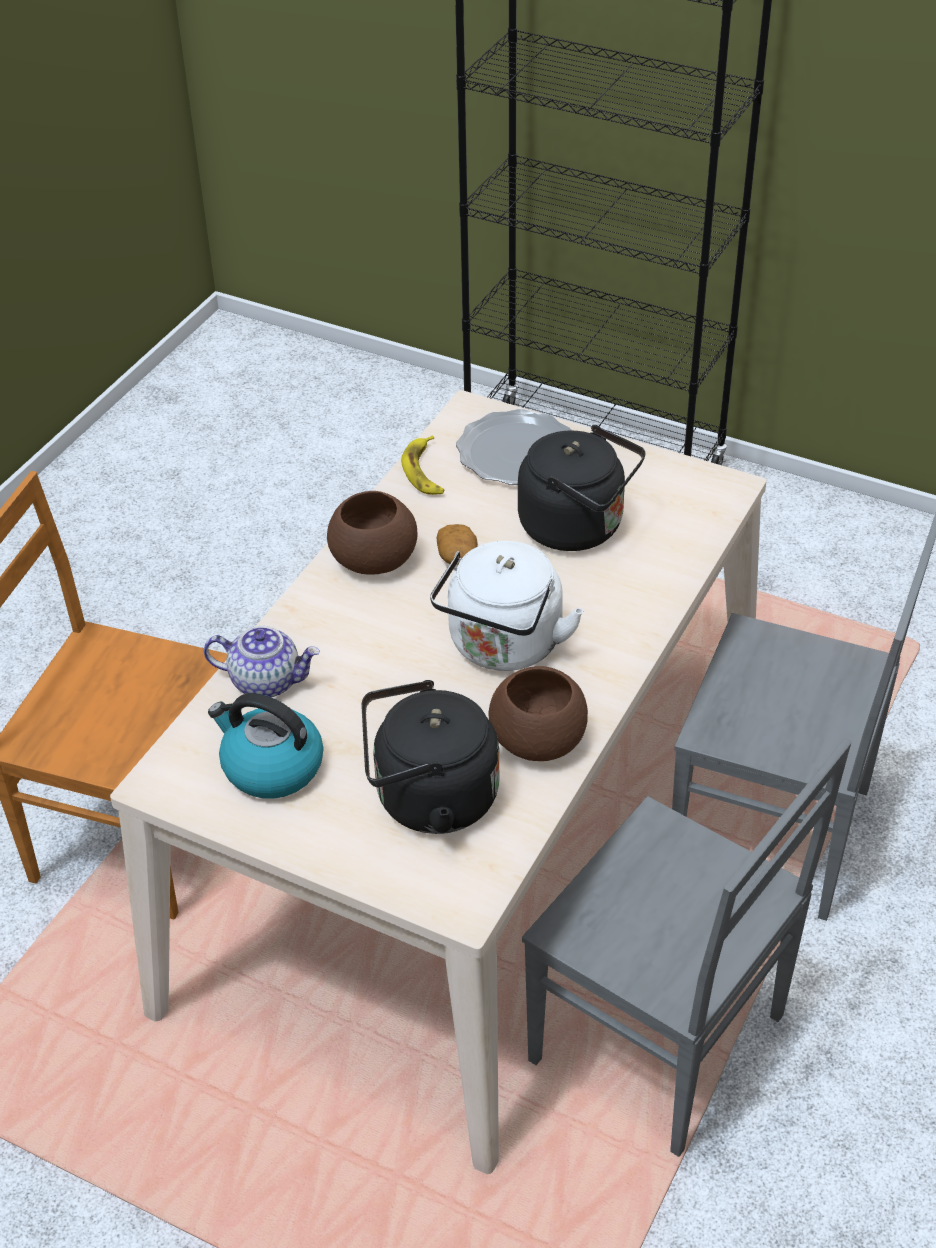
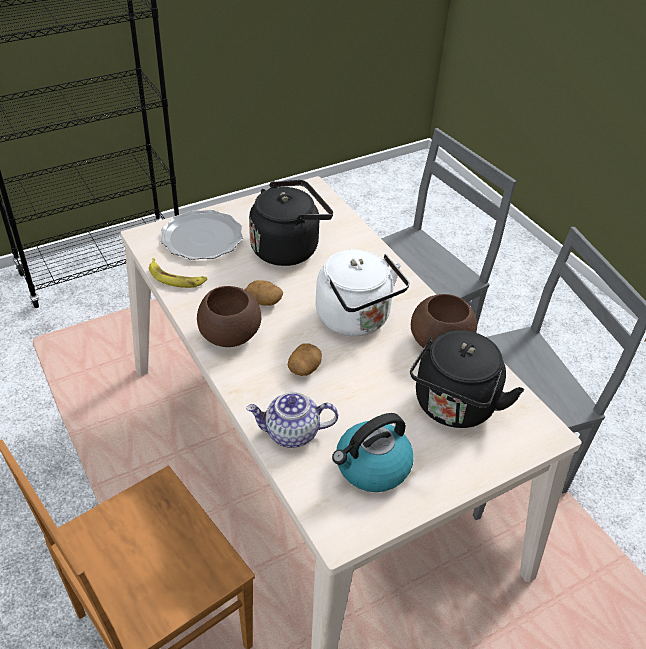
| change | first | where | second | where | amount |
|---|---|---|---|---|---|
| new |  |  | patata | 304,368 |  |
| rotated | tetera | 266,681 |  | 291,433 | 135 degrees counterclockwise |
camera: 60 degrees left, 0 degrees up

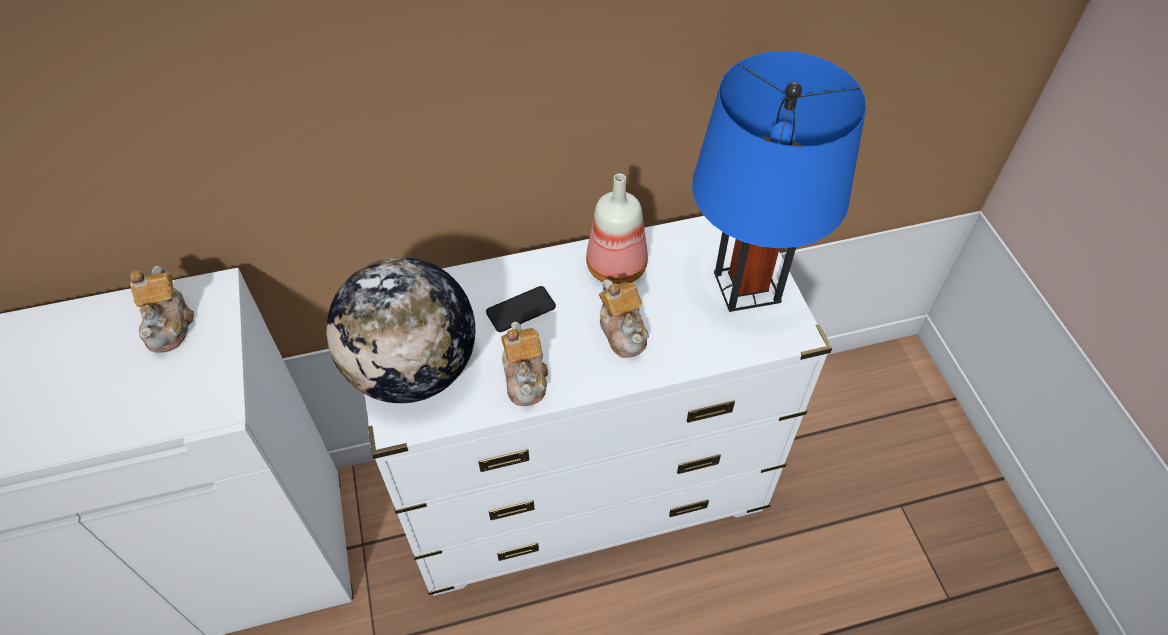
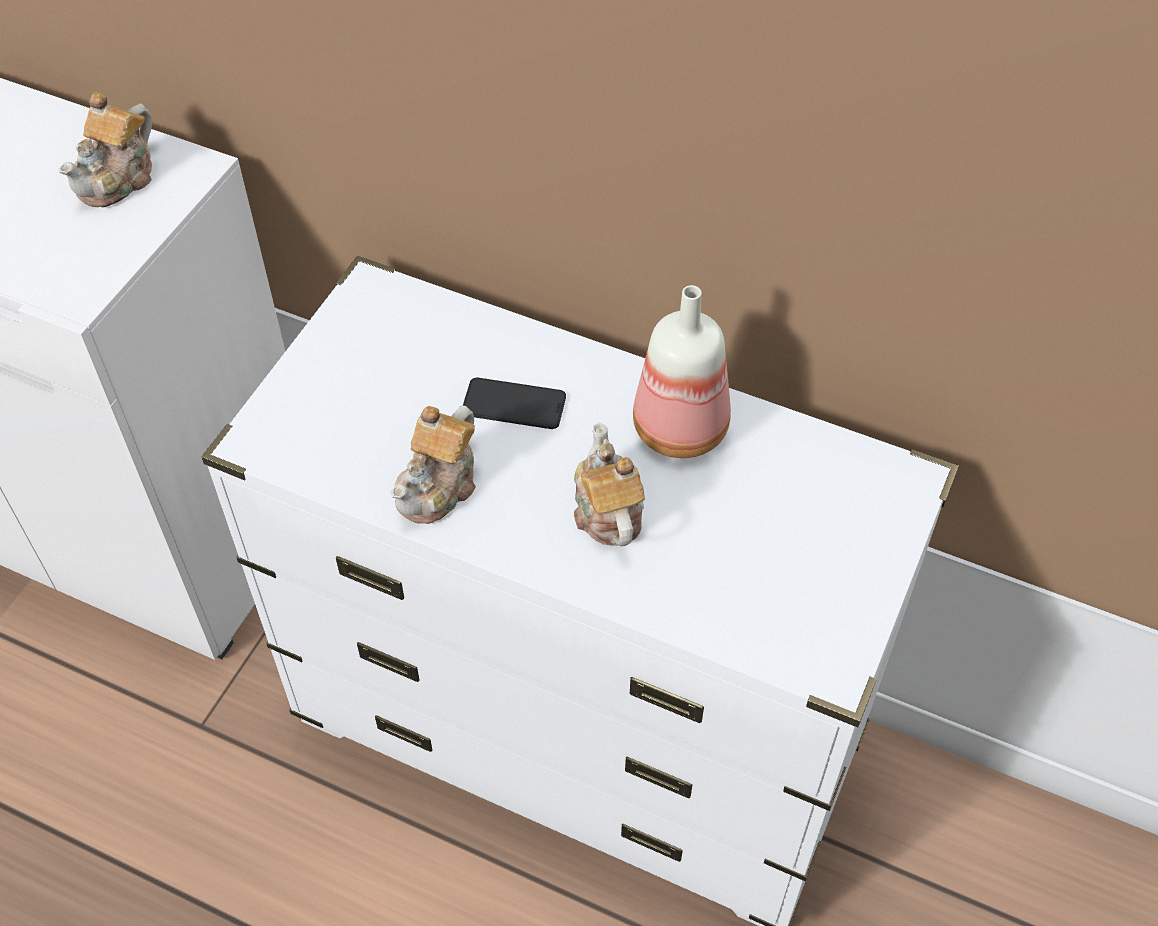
| change | first | where | second | where | amount |
|---|---|---|---|---|---|
| gone | globo terráqueo | 413,370 |  |  |  |
| gone | lámpara de mesa (azul) | 746,287 |  |  |  |
| rotated | tetera | 623,331 |  | 607,511 | 150 degrees clockwise |
camera: 40 degrees right, 0 degrees up

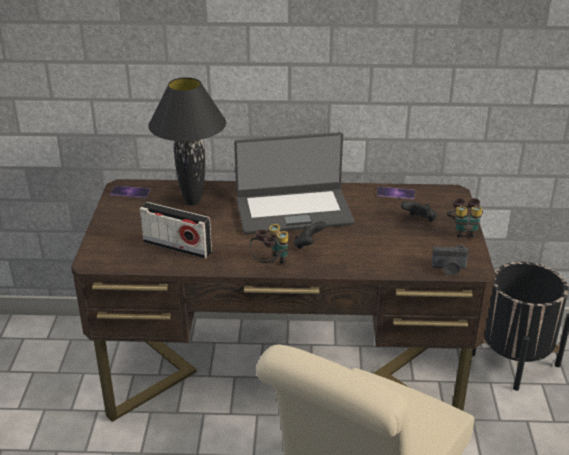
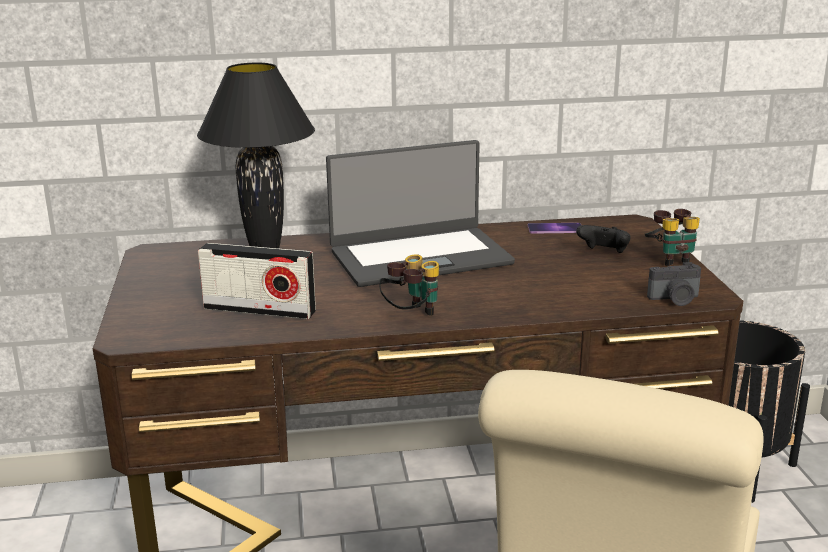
| change | first | where | second | where | amount |
|---|---|---|---|---|---|
| gone | móvil | 130,192 |  |  |  |
| gone | mando de consola (negro) | 308,245 |  |  |  |
camera: 10 degrees left, 10 degrees down

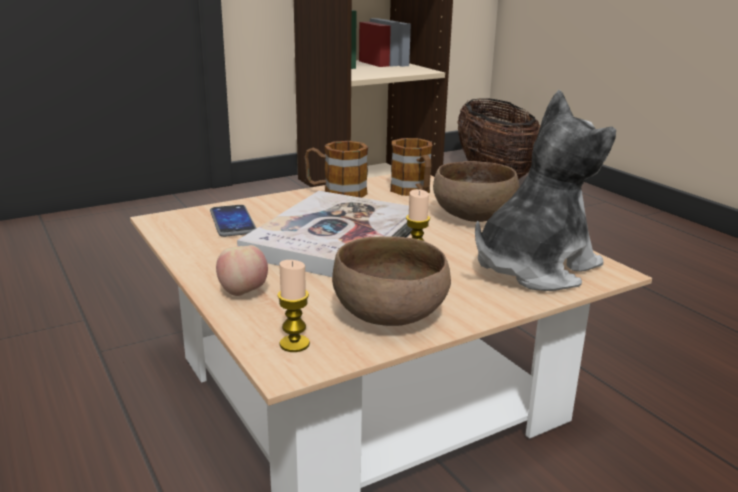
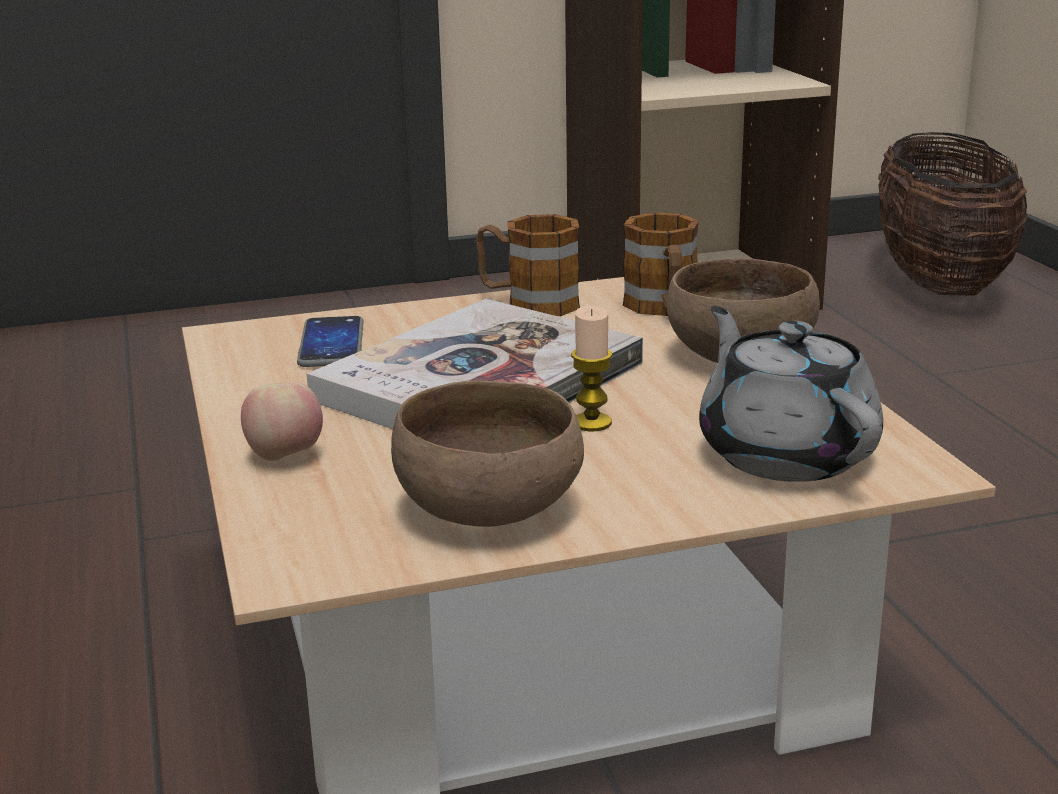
| change | first | where | second | where | amount |
|---|---|---|---|---|---|
| gone | vela | 294,344 |  |  |  |
| swapped | peluche | 533,268 | tetera (gris) | 785,453 |  |
camera: 15 degrees right, 0 degrees up

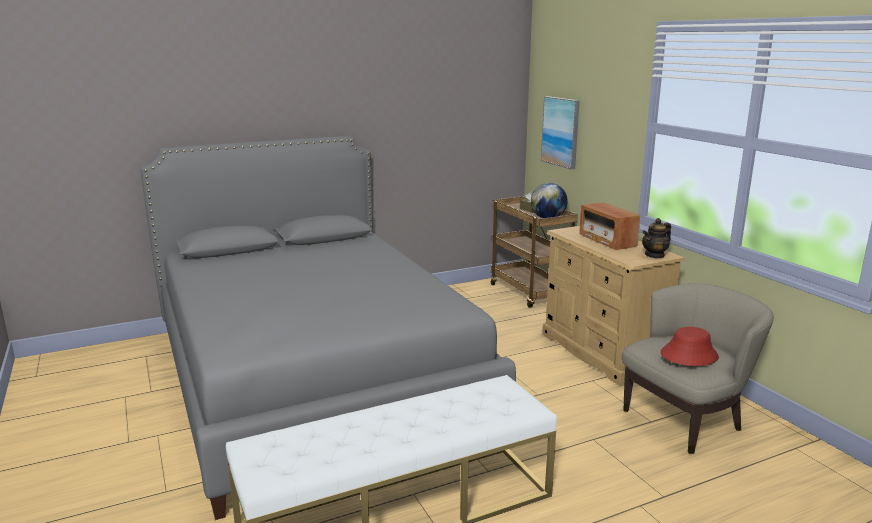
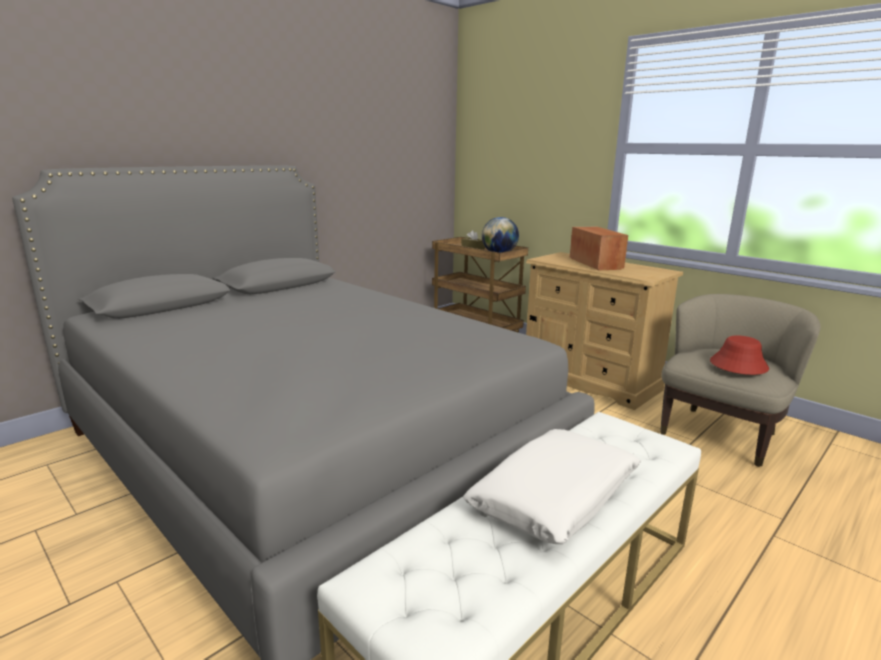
| change | first | where | second | where | amount |
|---|---|---|---|---|---|
| gone | cuadro | 561,132 |  |  |  |
| gone | tetera | 655,255 |  |  |  |
| new |  |  | cojín (blanco) | 555,497 |  |
| rotated | radio | 607,241 |  | 595,264 | 150 degrees counterclockwise |
camera: 20 degrees left, 0 degrees up

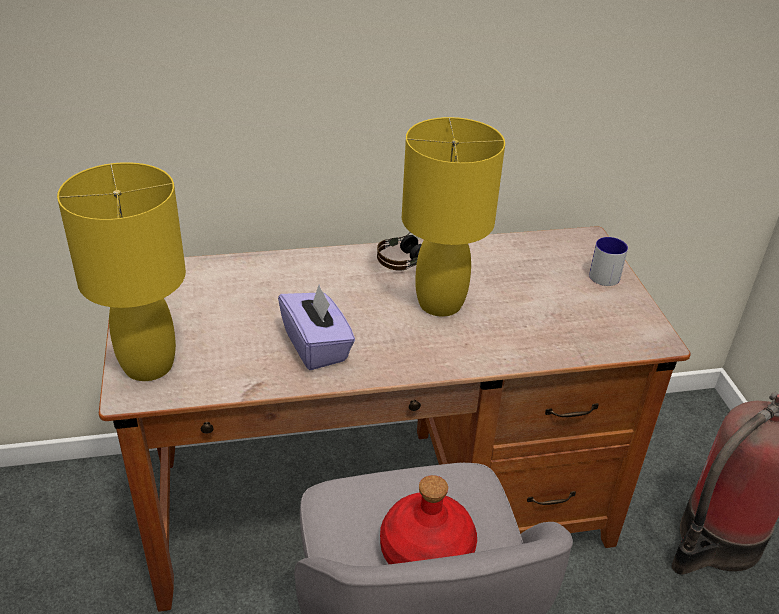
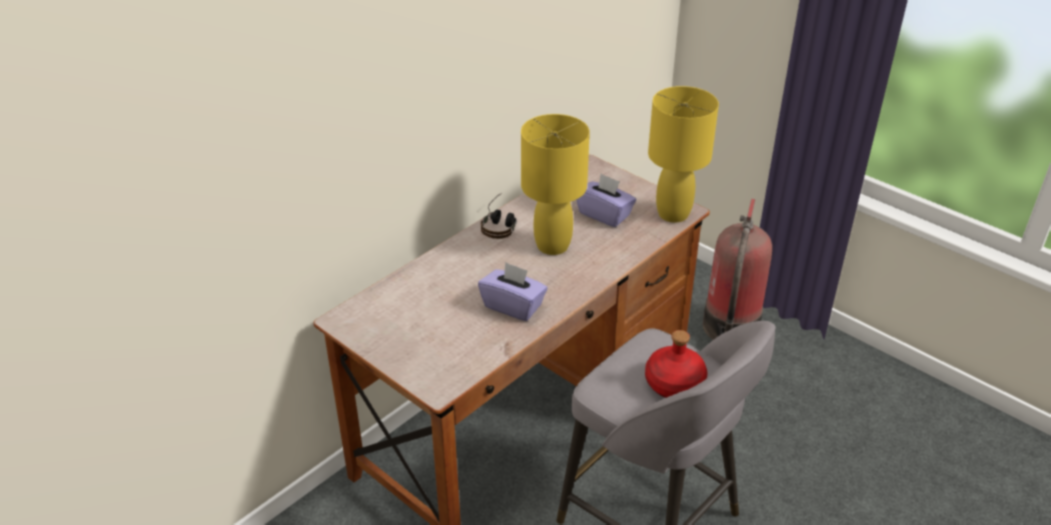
| change | first | where | second | where | amount |
|---|---|---|---|---|---|
| gone | taza grande | 607,274 |  |  |  |
| new |  |  | caja de pañuelos (morado) | 604,214 |  |
| shifted | lámpara de mesa (amarillo) | 147,365 |  | 672,214 |  |
camera: 35 degrees left, 0 degrees up

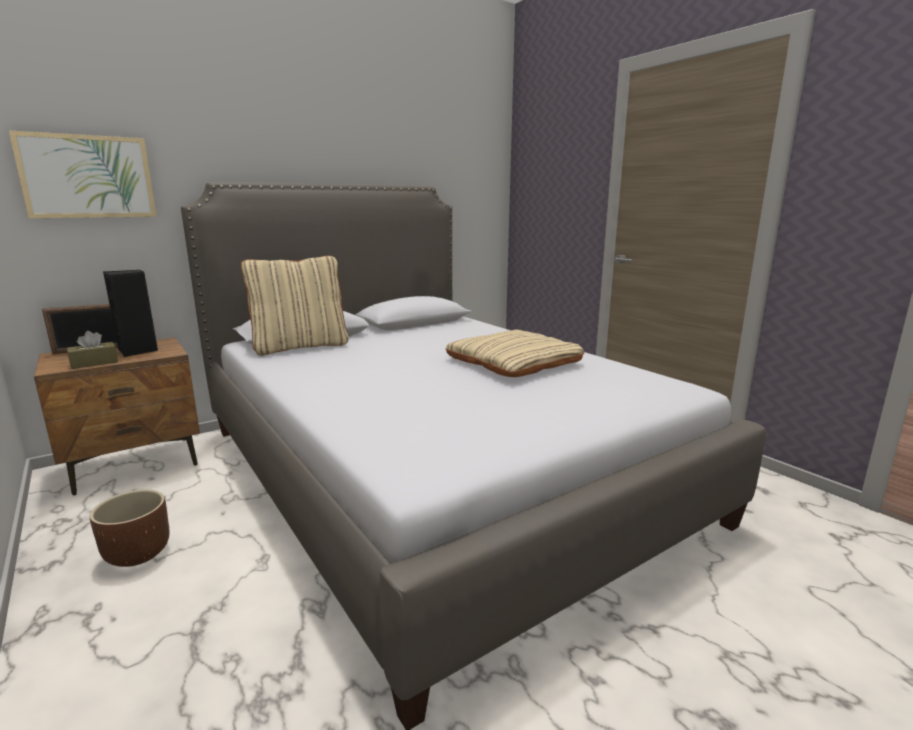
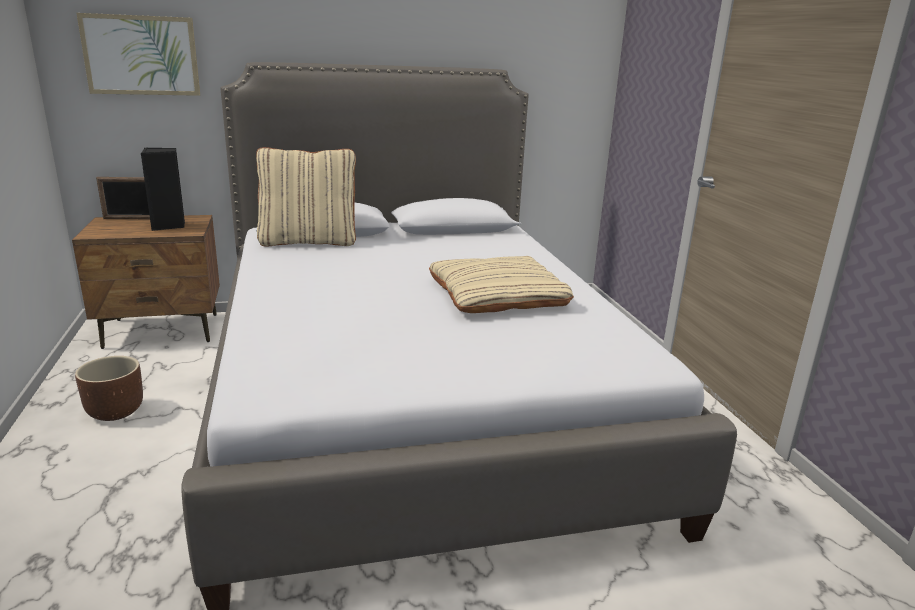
| change | first | where | second | where | amount |
|---|---|---|---|---|---|
| gone | caja de pañuelos (marrón) | 94,363 |  |  |  |
camera: 20 degrees right, 5 degrees up

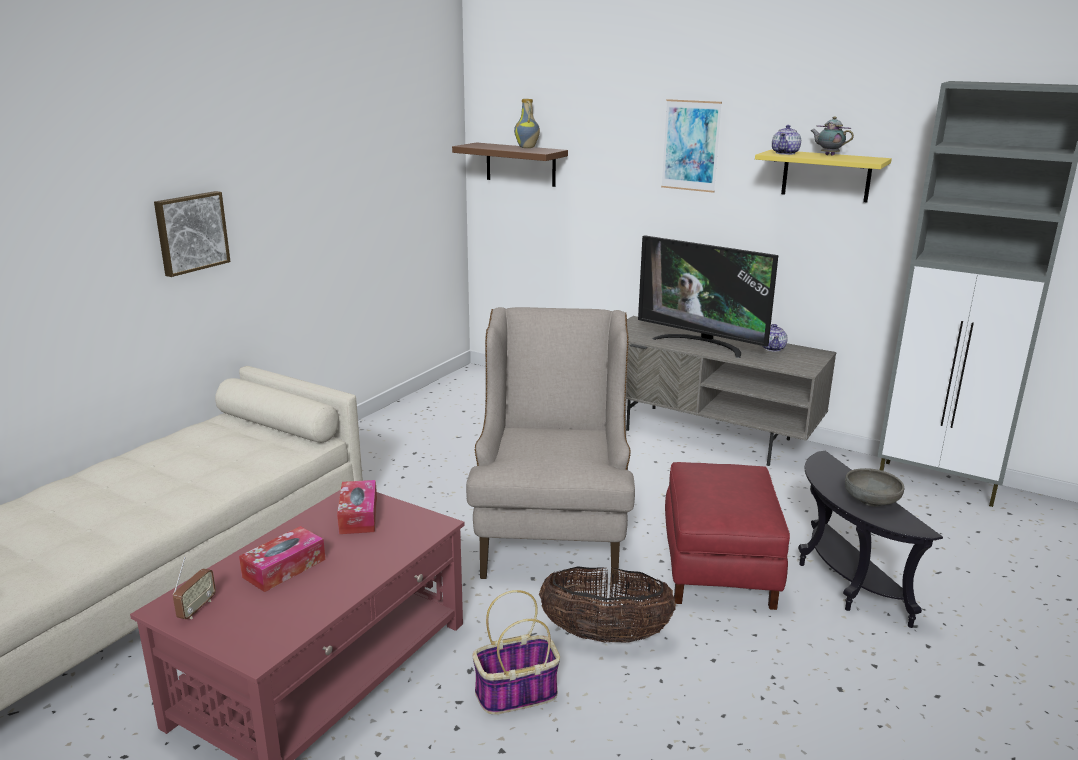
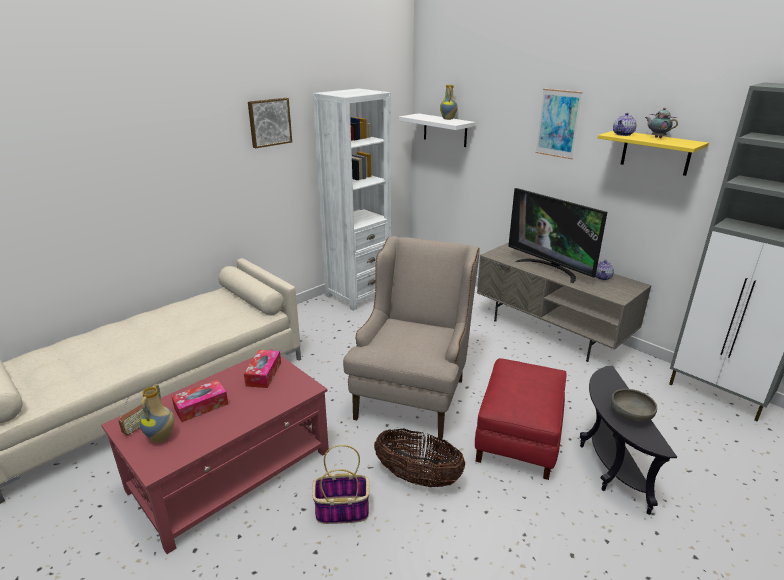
| change | first | where | second | where | amount |
|---|---|---|---|---|---|
| new |  |  | florero | 162,437 |  |
| new |  |  | estantería (blanco) | 358,294 |  |
| shifted | cuadro | 191,232 |  | 269,122 |  |
| repainted | estante (marrón) | 520,164 | estante (blanco) | 445,130 |  |
camera: 15 degrees right, 5 degrees up

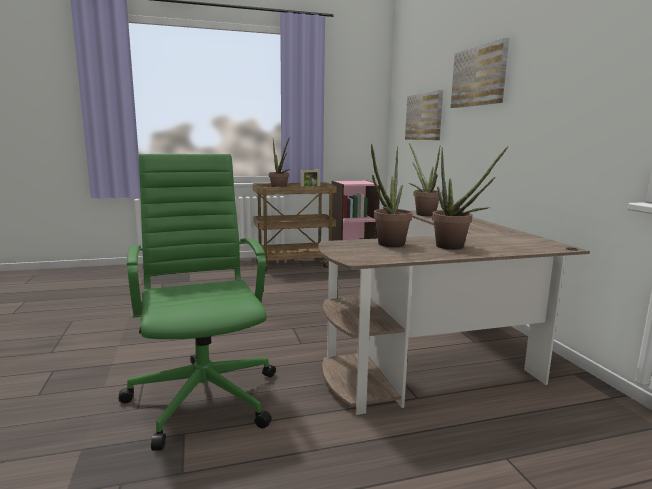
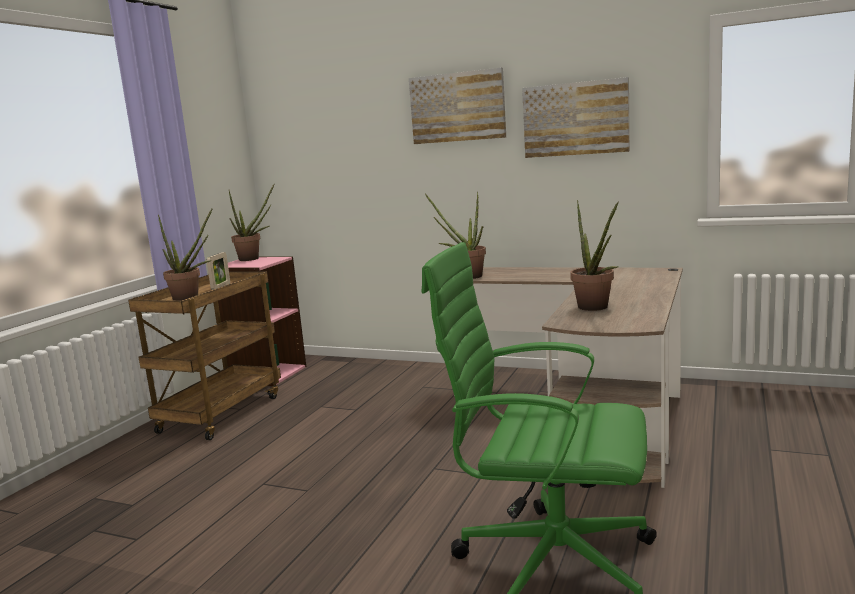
| change | first | where | second | where | amount |
|---|---|---|---|---|---|
| shifted | cuadro | 424,117 |  | 575,119 |  |
| shifted | planta en maceta | 455,247 |  | 253,258 |  |
camera: 50 degrees left, 0 degrees up

